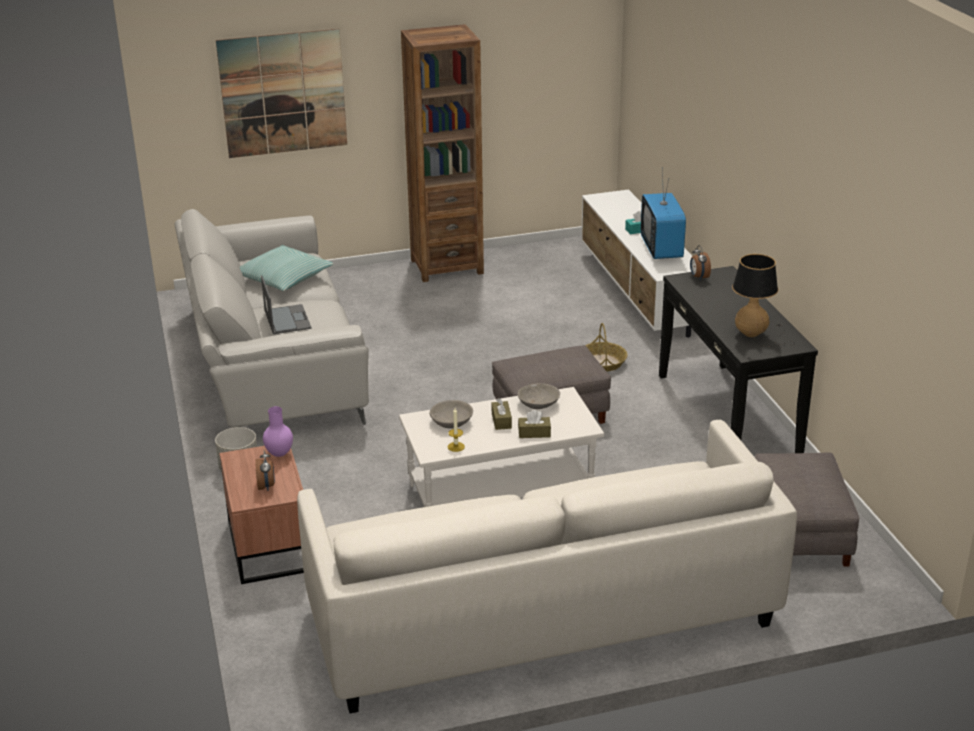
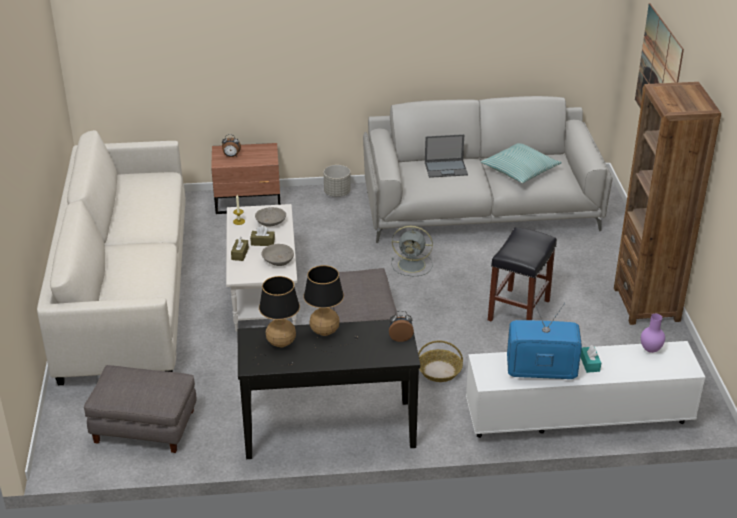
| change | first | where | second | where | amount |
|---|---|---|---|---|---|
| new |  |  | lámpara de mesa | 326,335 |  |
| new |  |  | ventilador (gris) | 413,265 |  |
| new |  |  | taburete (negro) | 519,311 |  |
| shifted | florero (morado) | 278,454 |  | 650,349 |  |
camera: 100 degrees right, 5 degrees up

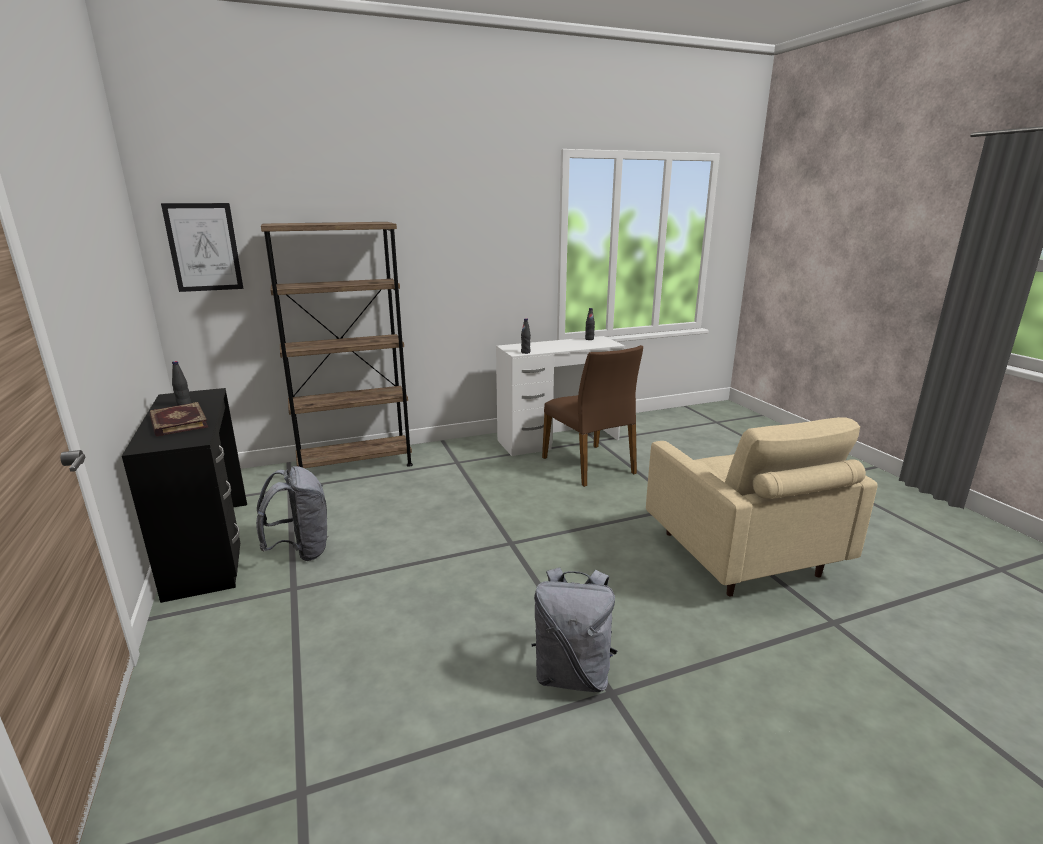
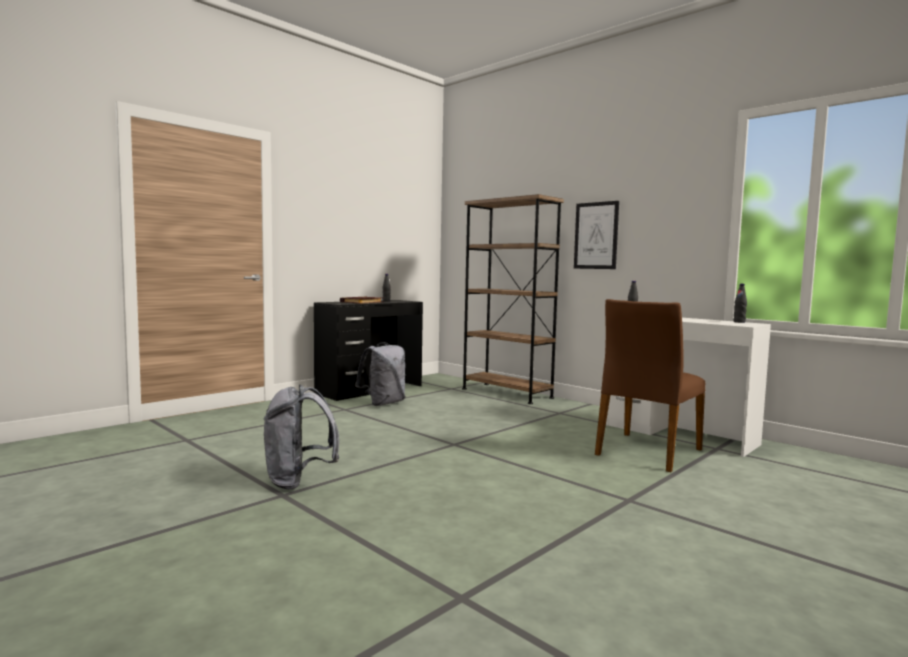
| change | first | where | second | where | amount |
|---|---|---|---|---|---|
| gone | sillón (beis) | 740,556 |  |  |  |
| shifted | cuadro | 204,247 |  | 596,235 |  |
camera: 65 degrees right, 15 degrees down

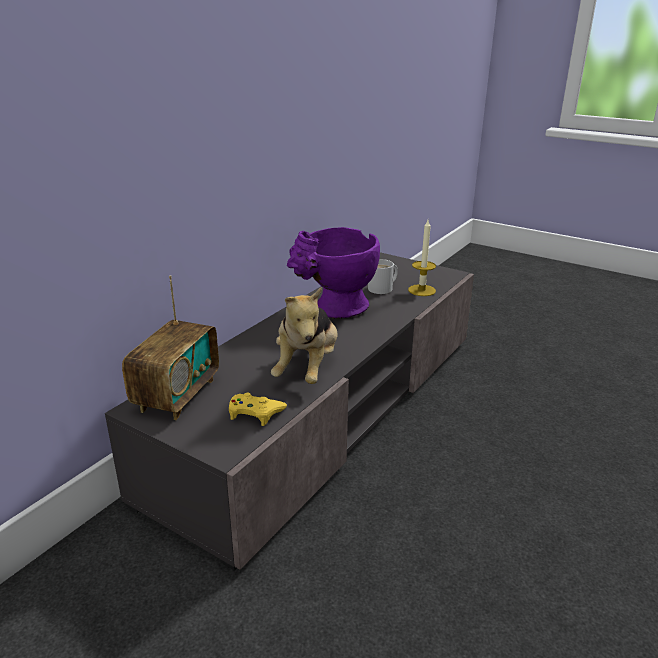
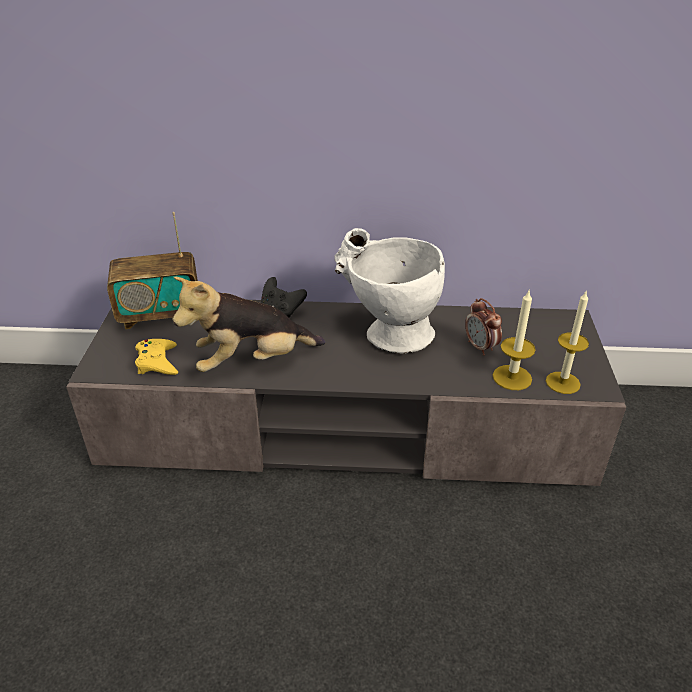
| change | first | where | second | where | amount |
|---|---|---|---|---|---|
| new |  |  | mando de consola (negro) | 282,310 |  |
| new |  |  | vela | 562,382 |  |
| swapped | taza grande (blanco) | 382,289 | despertador | 480,347 |  |
| repainted | florero (morado) | 334,311 | florero (blanco) | 387,335 |  |
camera: 60 degrees right, 10 degrees up

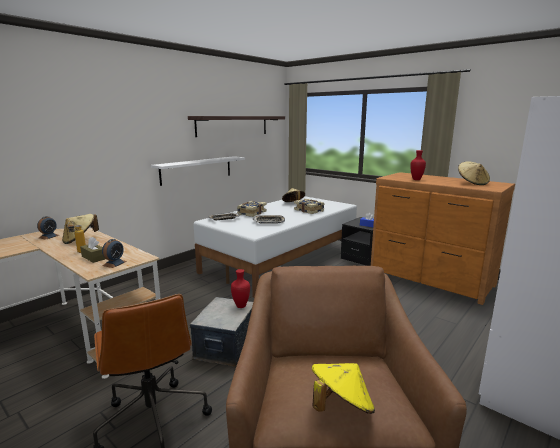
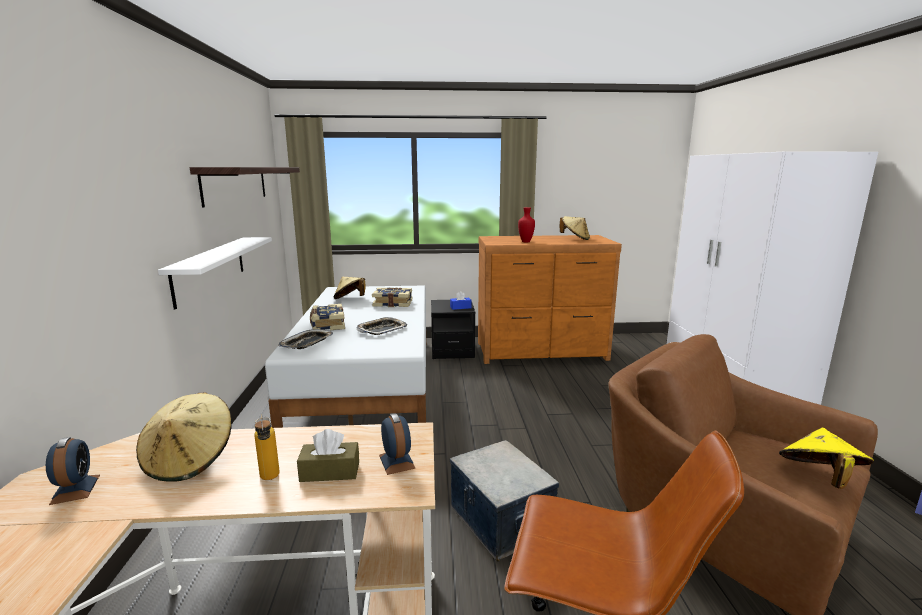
| change | first | where | second | where | amount |
|---|---|---|---|---|---|
| gone | florero (rojo) | 240,306 |  |  |  |
camera: 45 degrees left, 0 degrees up

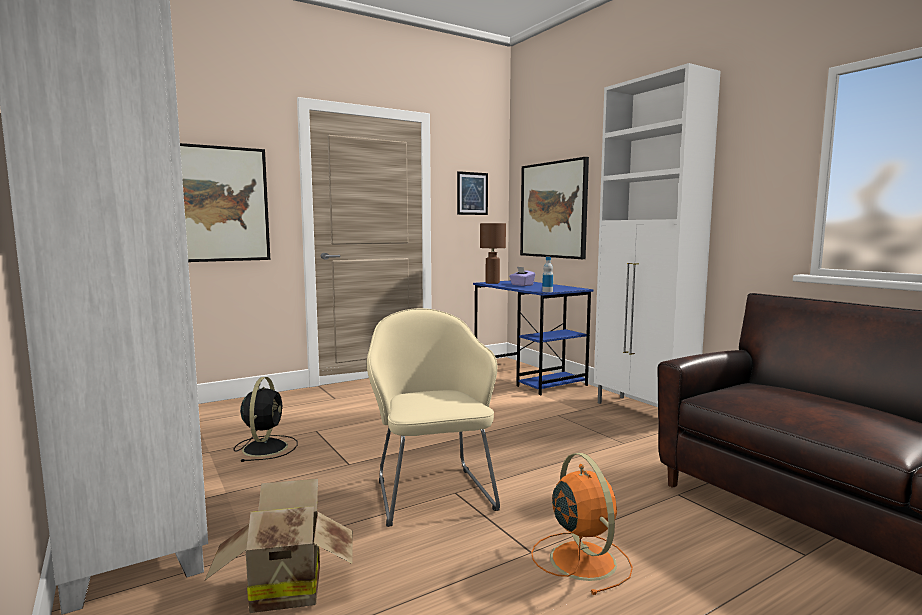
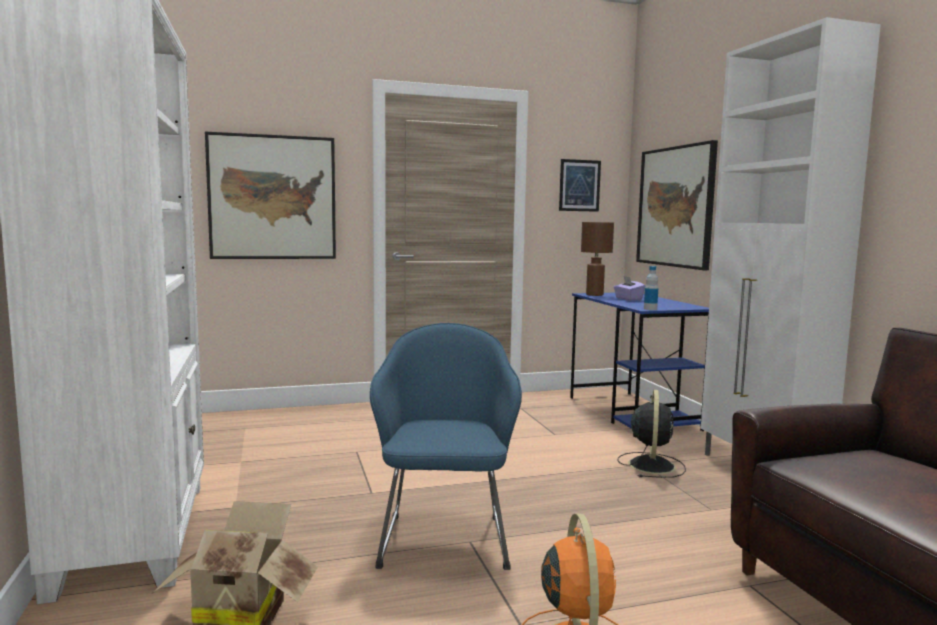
| change | first | where | second | where | amount |
|---|---|---|---|---|---|
| shifted | ventilador (negro) | 266,447 |  | 651,465 |  |
| repainted | sillón (beis) | 432,491 | sillón (azul) | 445,536 |  |
camera: 15 degrees right, 0 degrees up

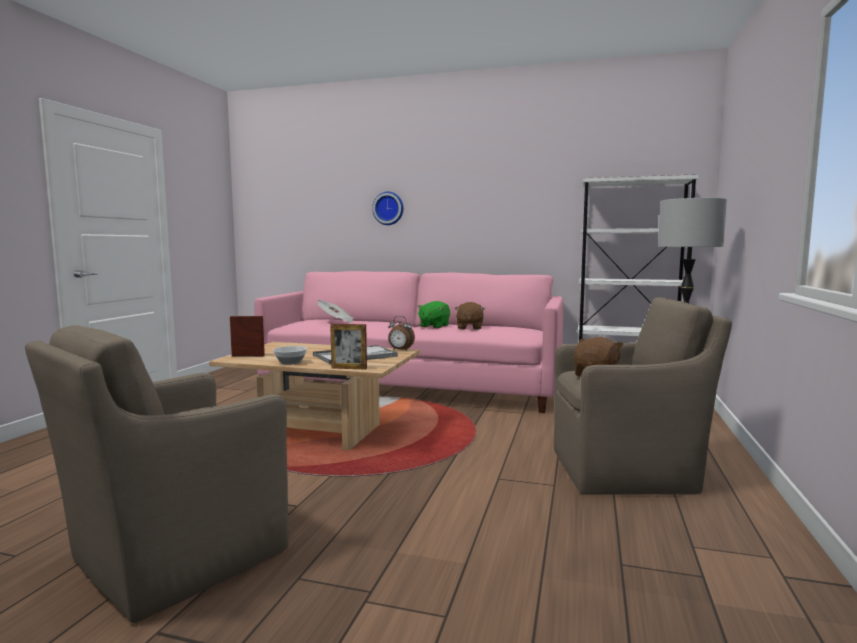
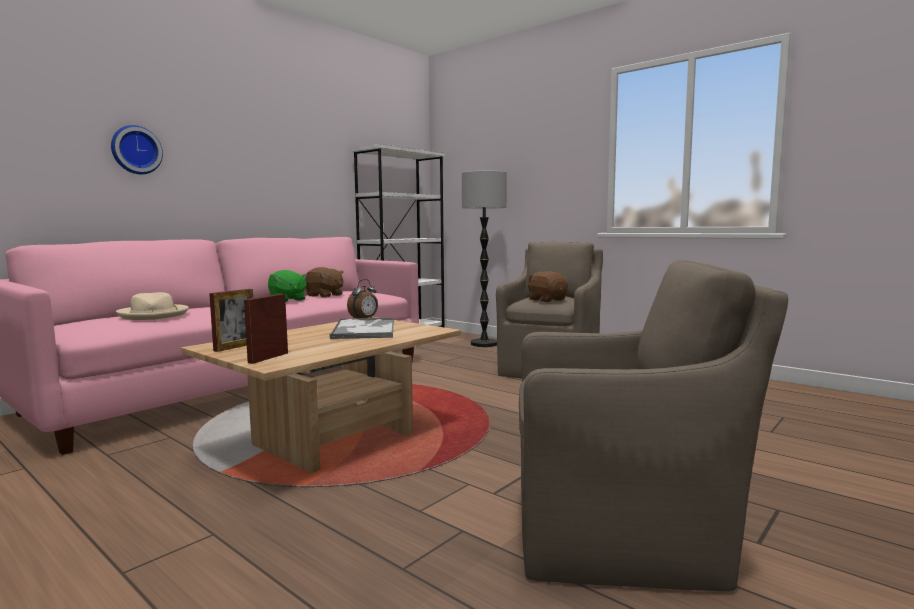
| change | first | where | second | where | amount |
|---|---|---|---|---|---|
| gone | cuenco | 290,362 |  |  |  |
| shifted | portarretratos | 349,368 |  | 235,347 |  |
| swapped | periódico | 336,321 | sombrero (beis) | 154,315 |  |
| rotated | sillón (marrón) | 174,557 |  | 622,535 | 60 degrees counterclockwise |
camera: 65 degrees left, 0 degrees up

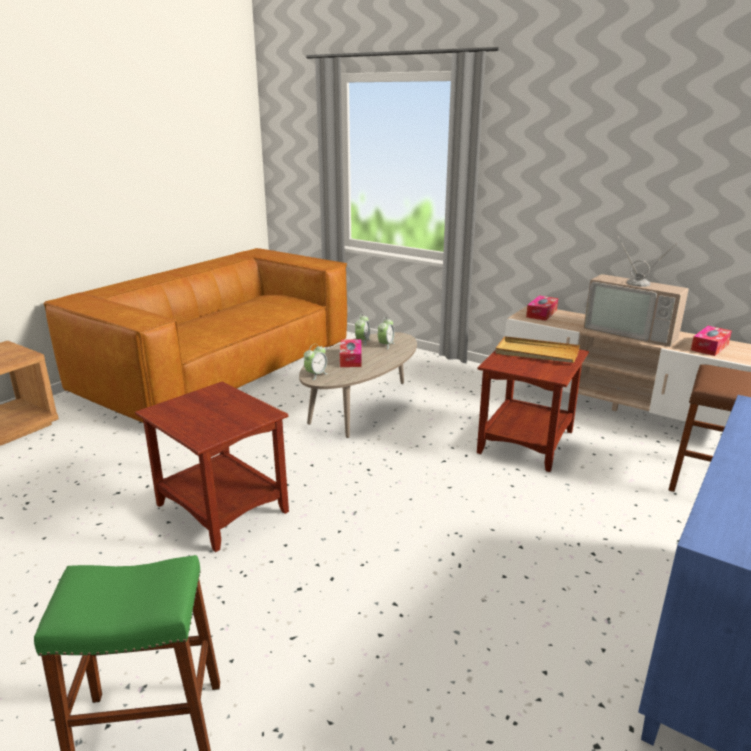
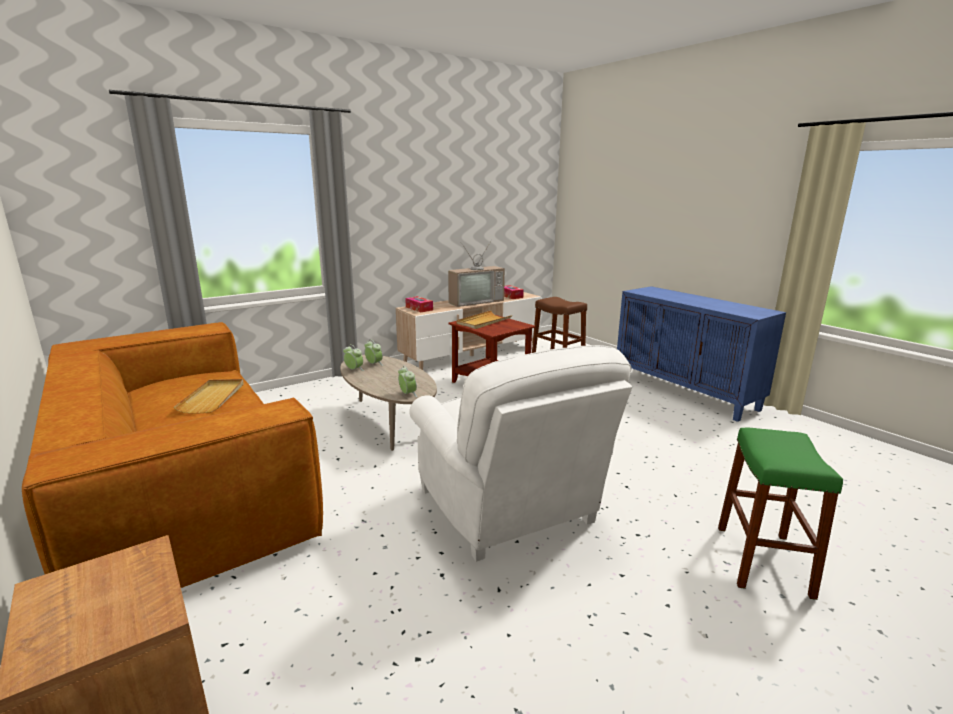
| change | first | where | second | where | amount |
|---|---|---|---|---|---|
| gone | caja de pañuelos | 351,359 |  |  |  |
| new |  |  | bandeja (beis) | 213,398 |  |
| swapped | mesa auxiliar (marrón) | 220,509 | sillón (blanco) | 510,510 |  |
camera: 70 degrees left, 5 degrees down

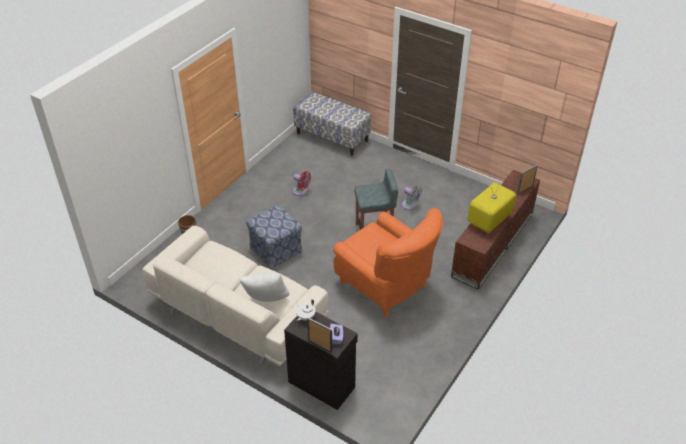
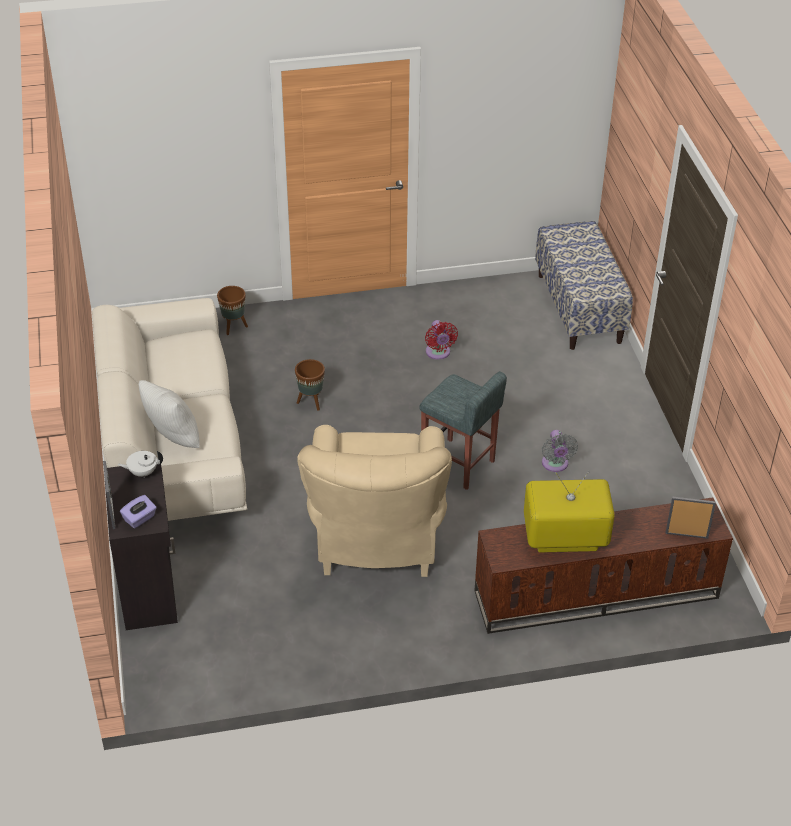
| change | first | where | second | where | amount |
|---|---|---|---|---|---|
| swapped | puf | 275,249 | maceta (marrón) | 311,402 |  |
| repainted | sillón (naranja) | 386,286 | sillón (beis) | 376,540 |  |
camera: 45 degrees right, 0 degrees up

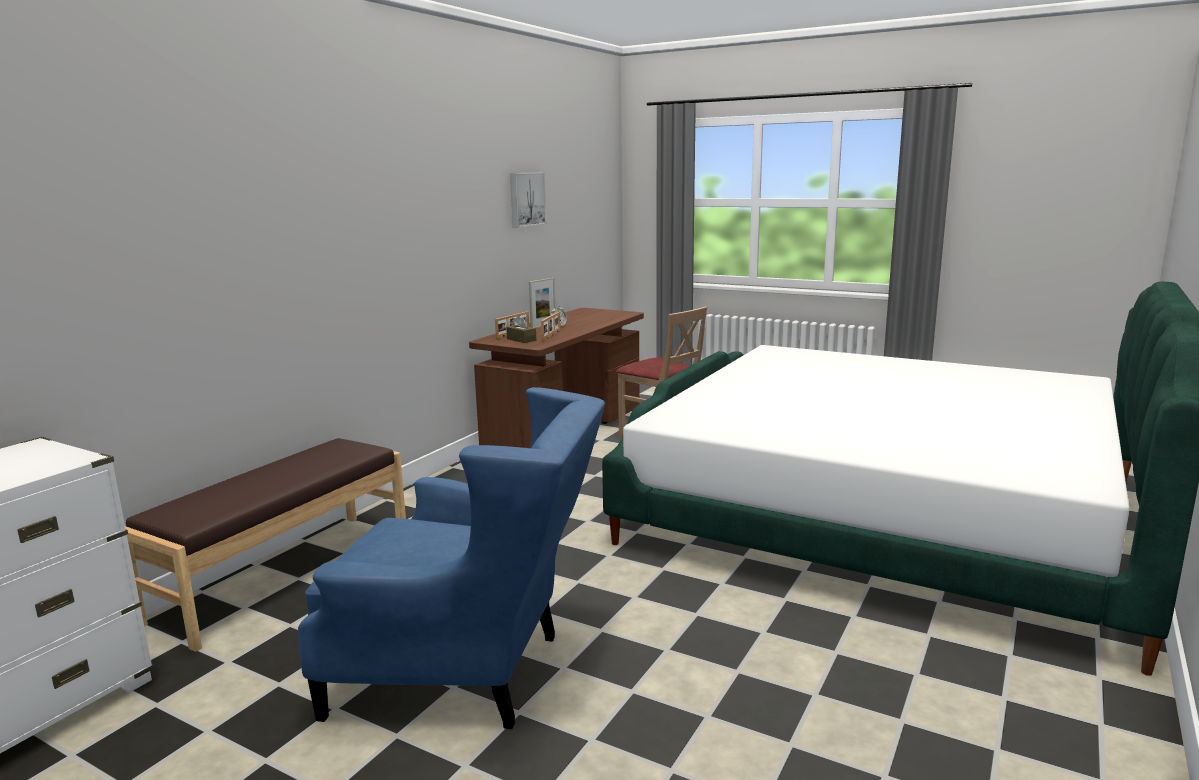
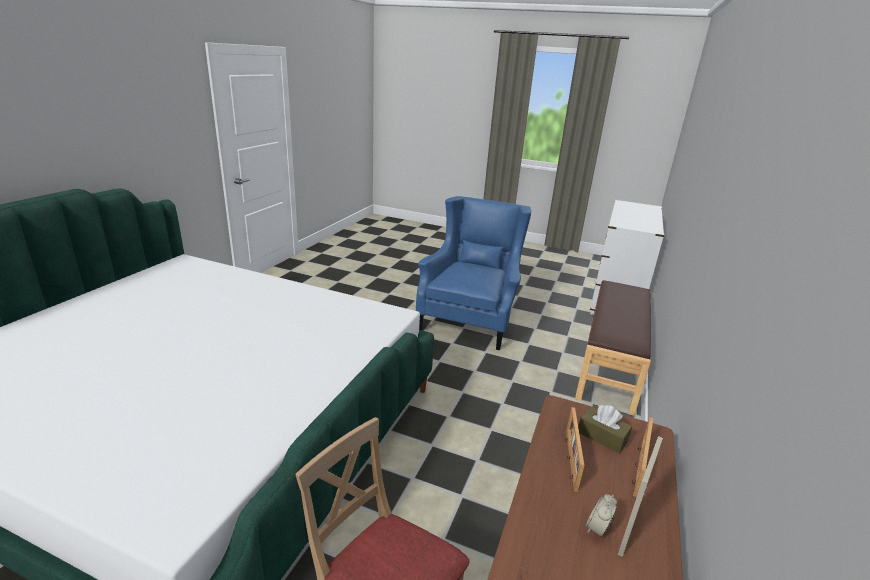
| change | first | where | second | where | amount |
|---|---|---|---|---|---|
| gone | cuadro | 526,199 |  |  |  |
| rotated | sillón (azul) | 469,671 |  | 470,318 | 105 degrees clockwise |
camera: 170 degrees right, 10 degrees up

